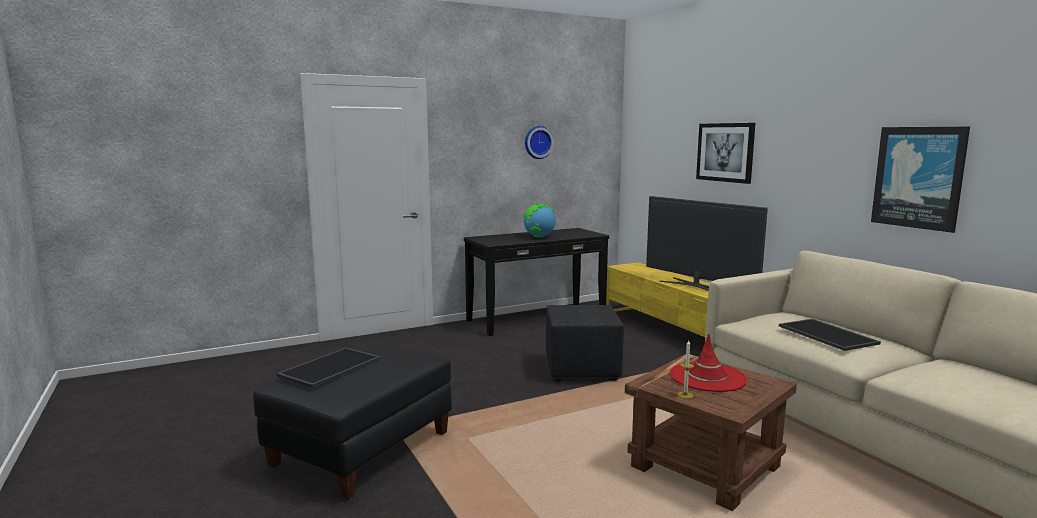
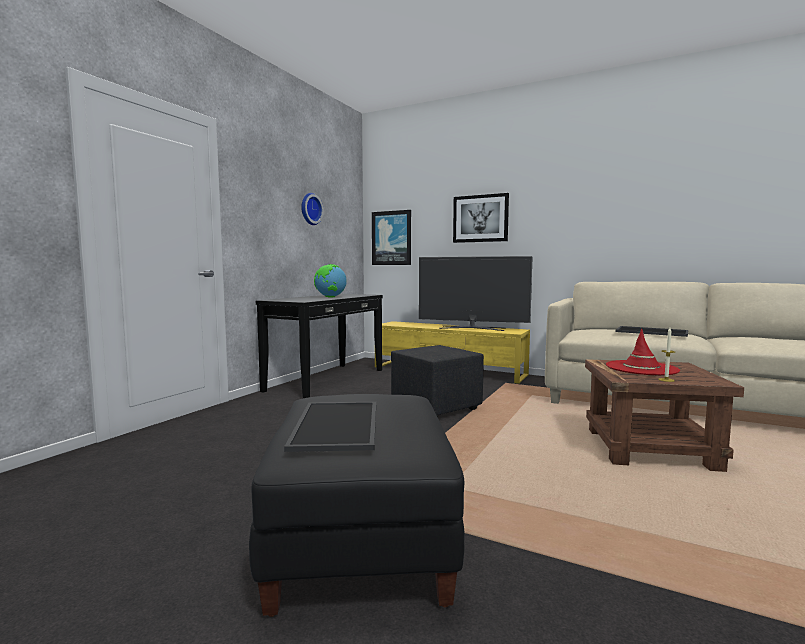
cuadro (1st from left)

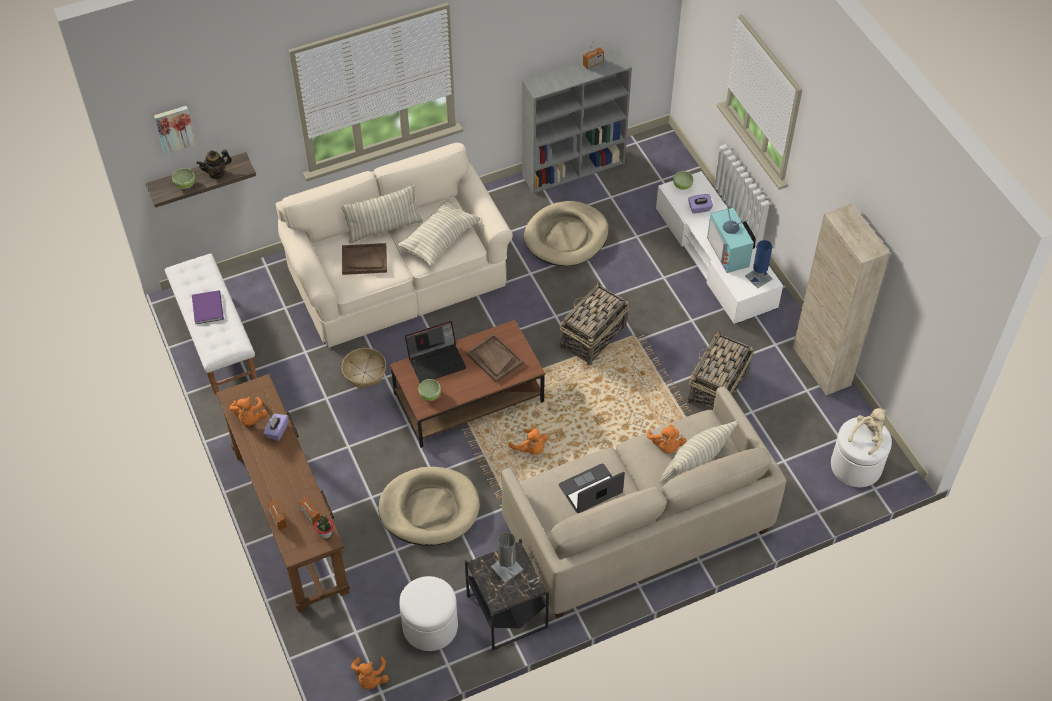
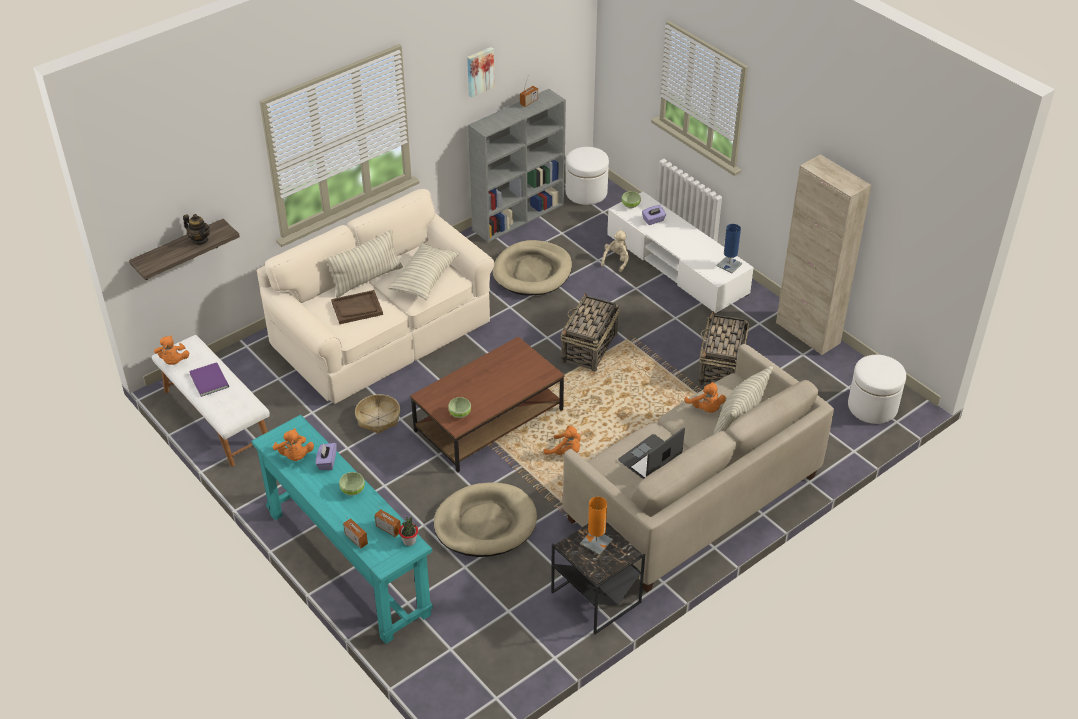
portátil (1st from left in the first image)
bandeja [marrón] (2nd from left in the first image)
televisor
cuadro
cuenco [verde] (1st from left)
peluche [naranja] (1st from left)
puf [blanco] (1st from left)
peluche [beis]
mesa consola [turquesa]
lámpara de mesa [naranja]
tetera

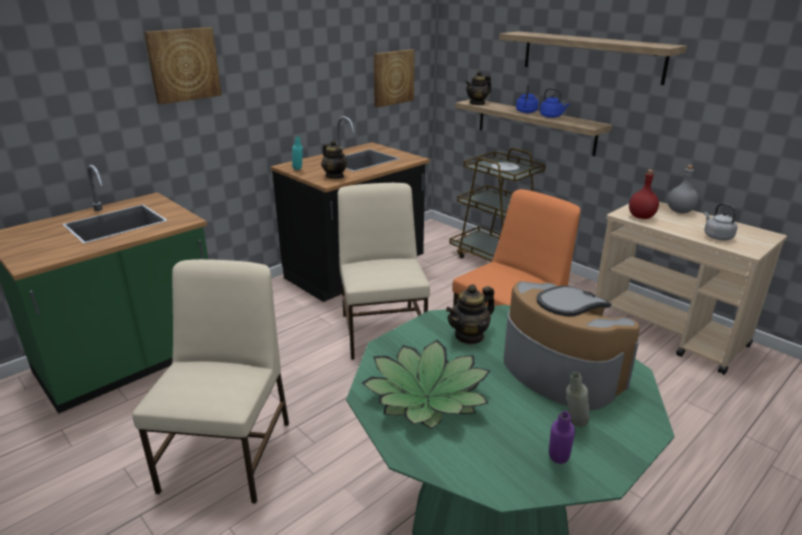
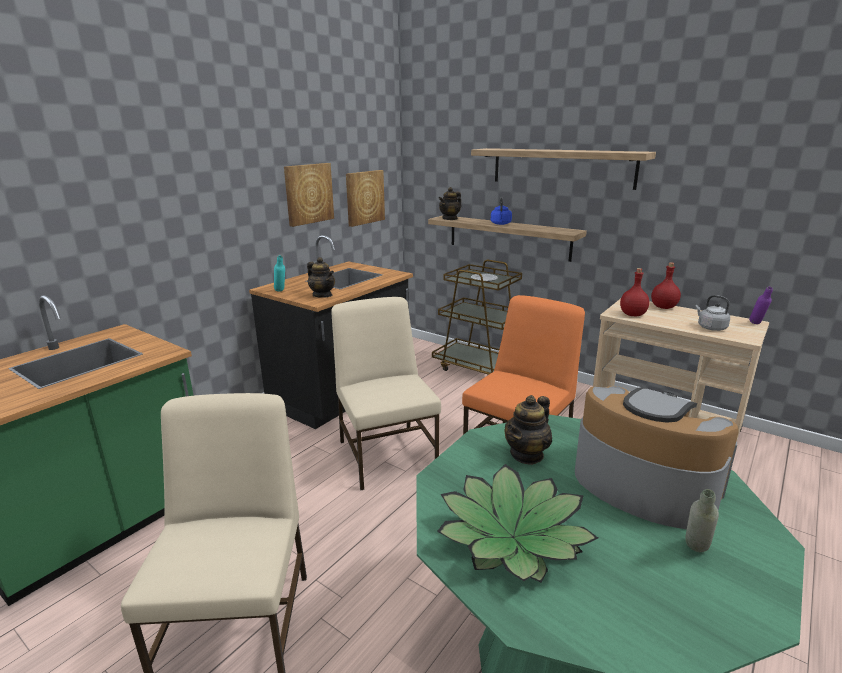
hervidor [azul] (2nd from left in the first image)
cuadro (1st from left)
botella [morado]
botella [rojo] (2nd from left)

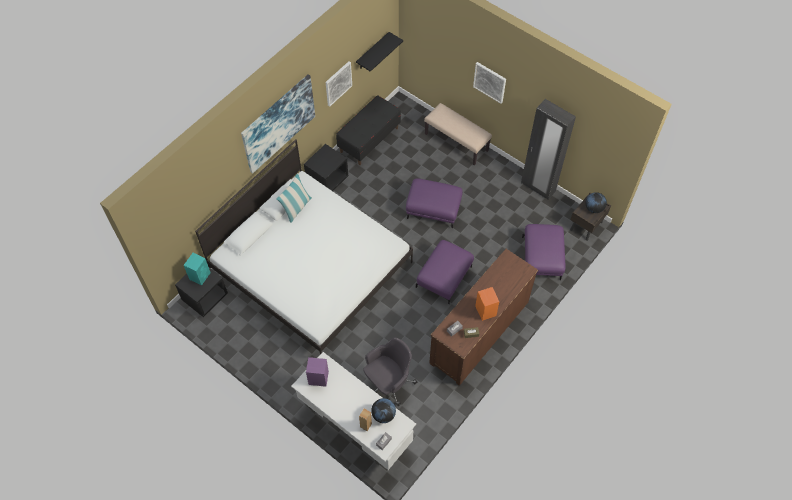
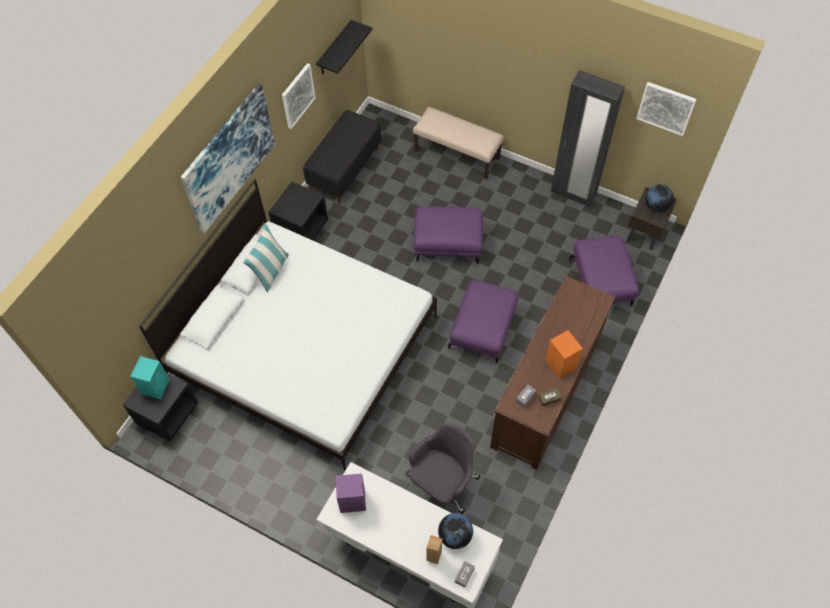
cuadro (3rd from left)

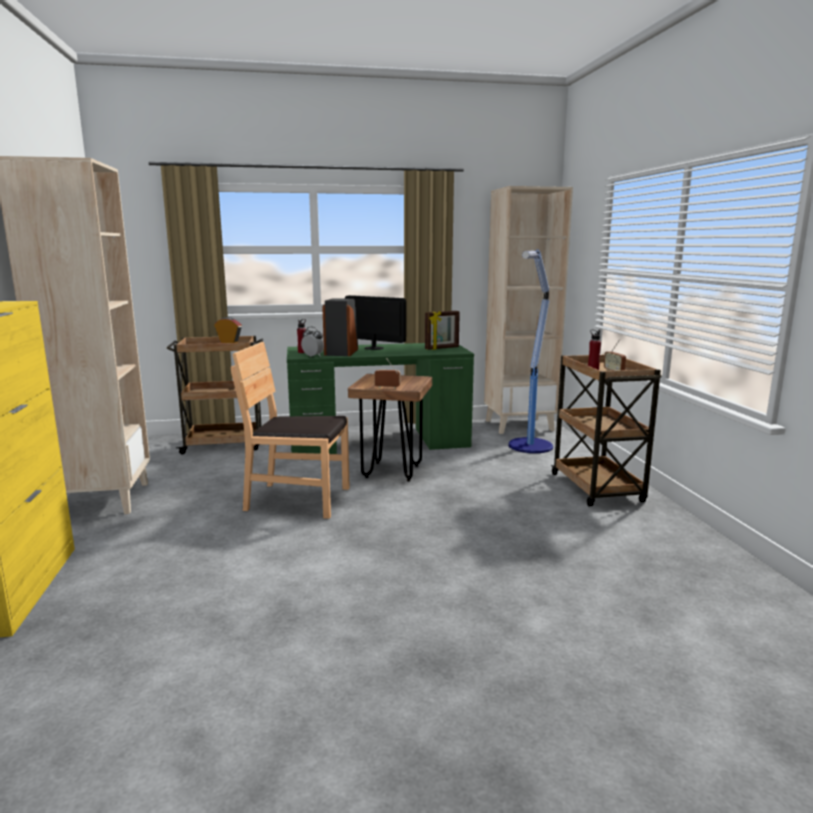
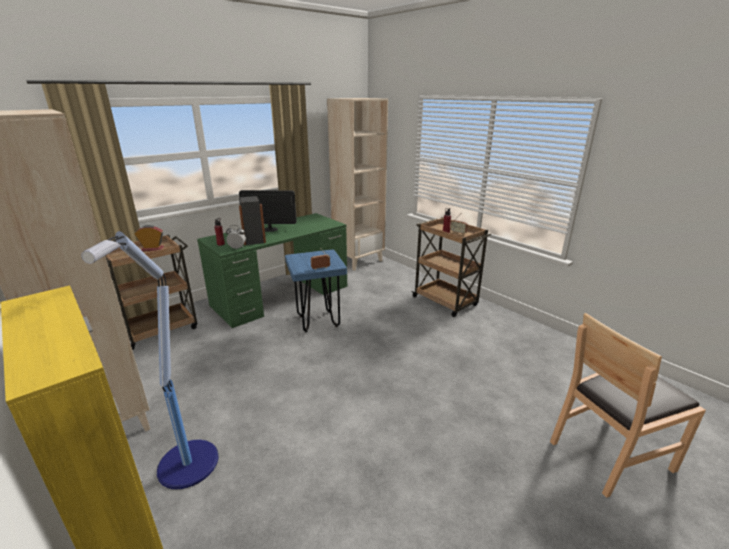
portarretratos
silla [marrón]
lámpara de pie
taburete [azul]

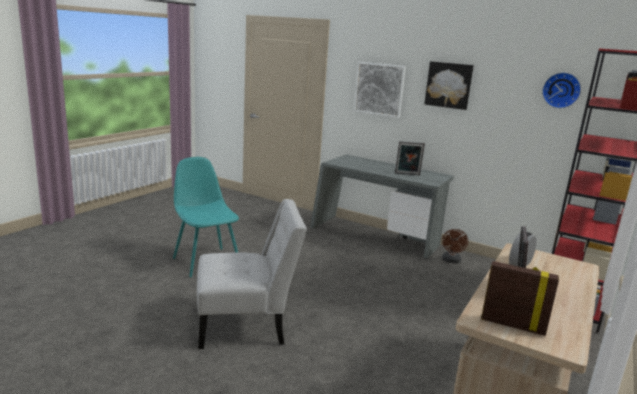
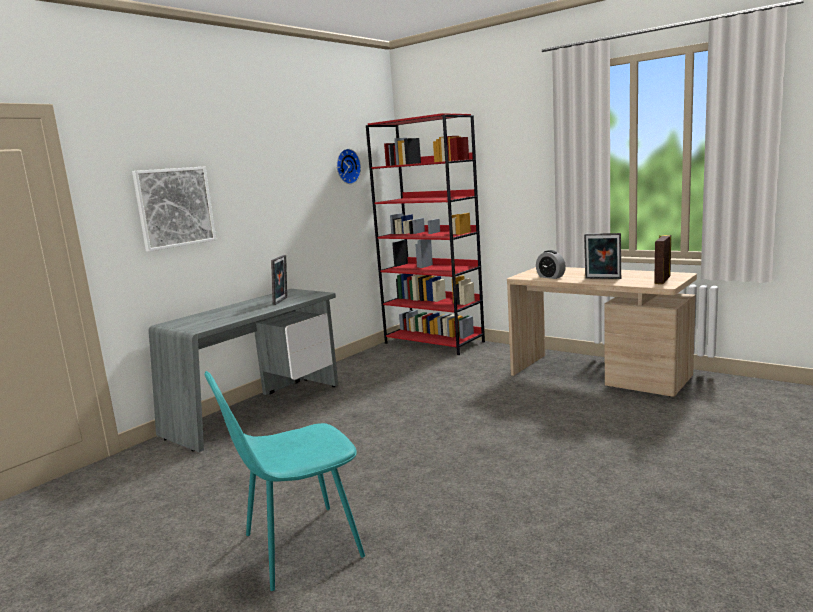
silla [blanco]
cuadro (2nd from left in the first image)
ventilador [marrón]

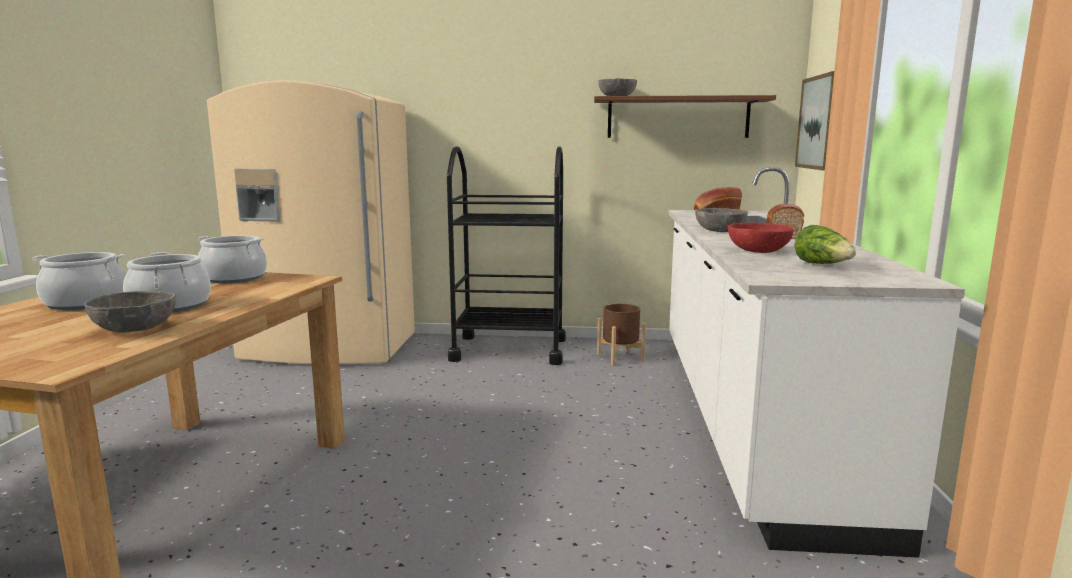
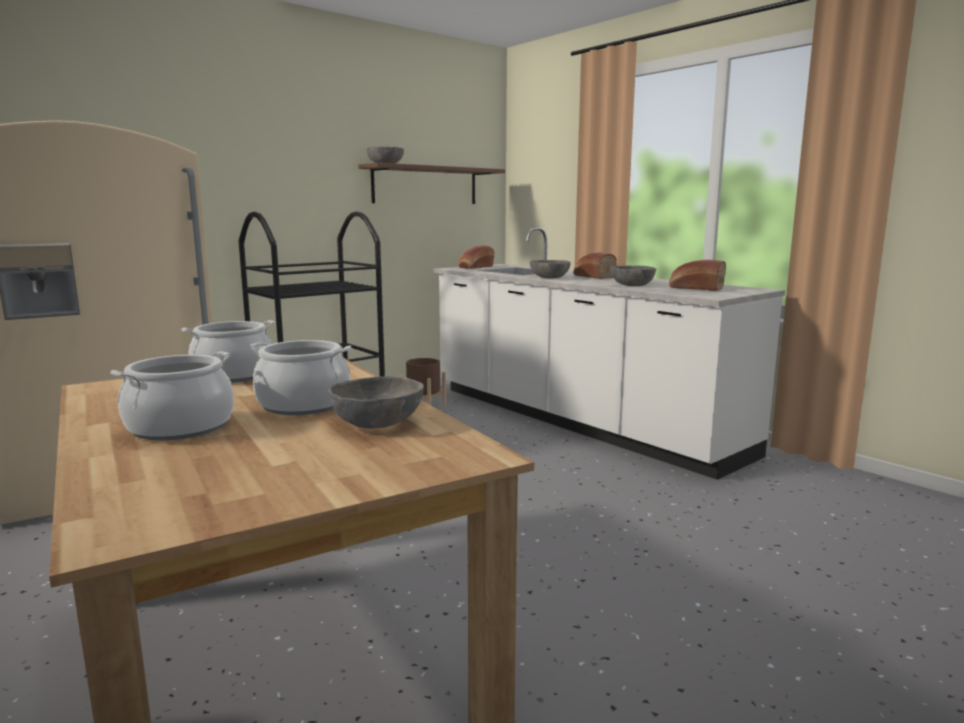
cuadro
pan (3rd from left)
cuenco [gris] (4th from left)

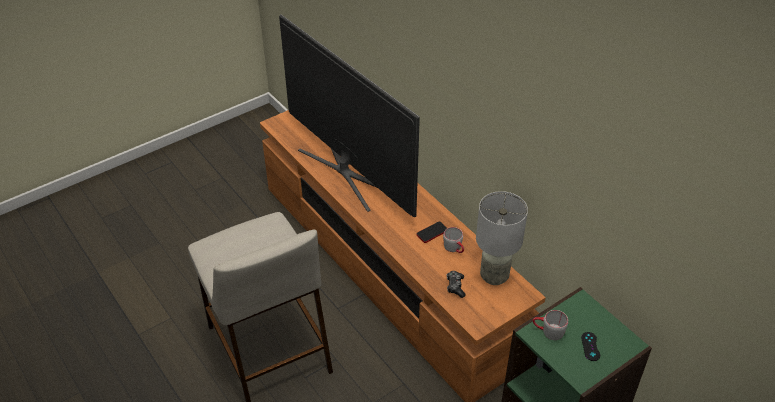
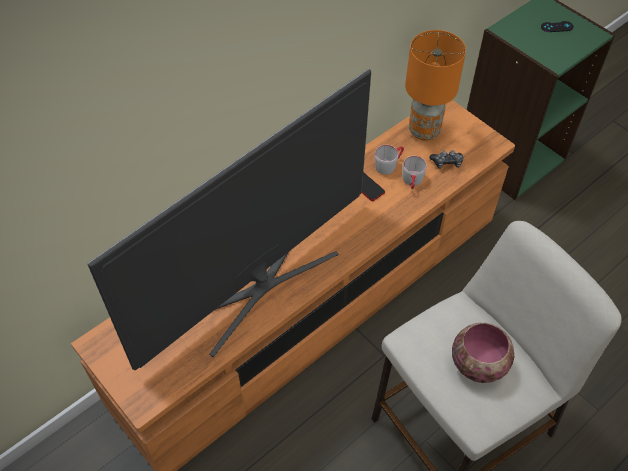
cuenco
taza grande [gris] (2nd from left)
lámpara de mesa [naranja]

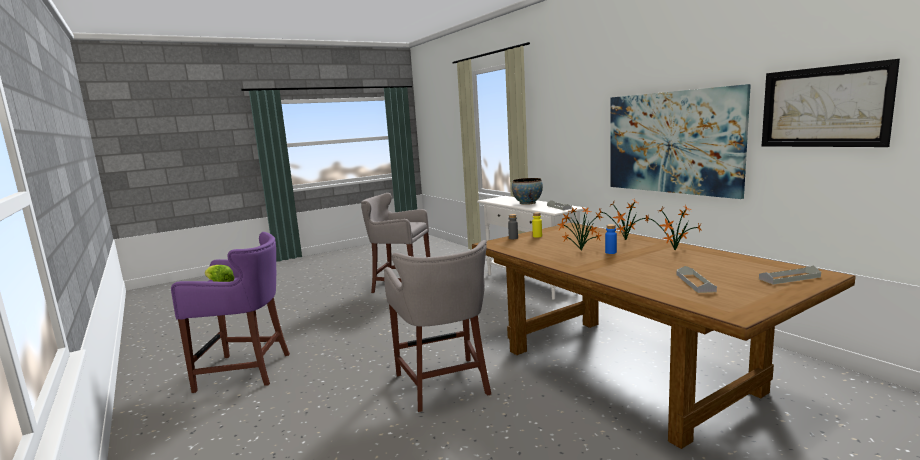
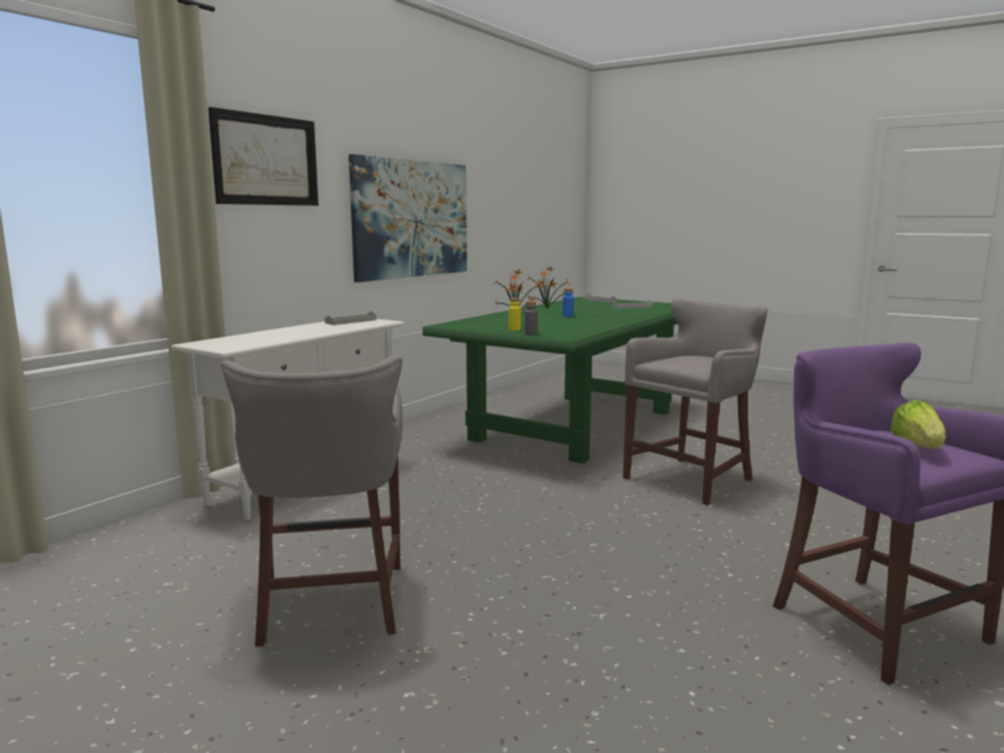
cuenco
planta en maceta (1st from left in the first image)
cuadro (1st from left)
mesa de comedor [verde]

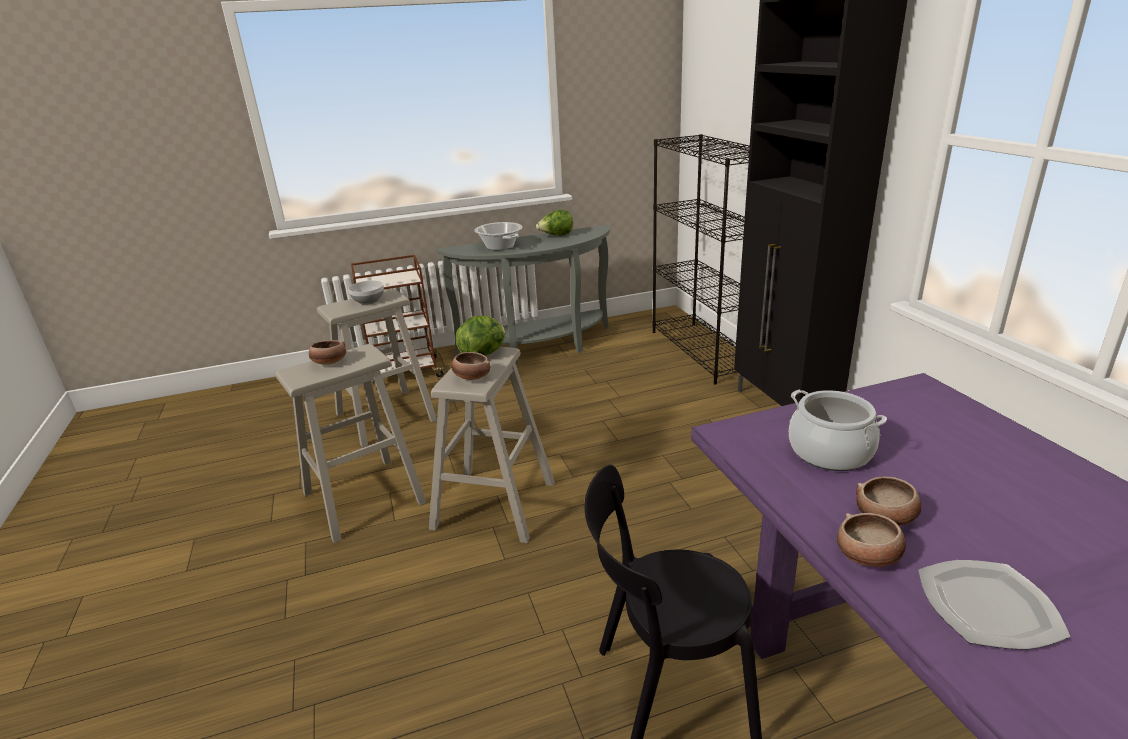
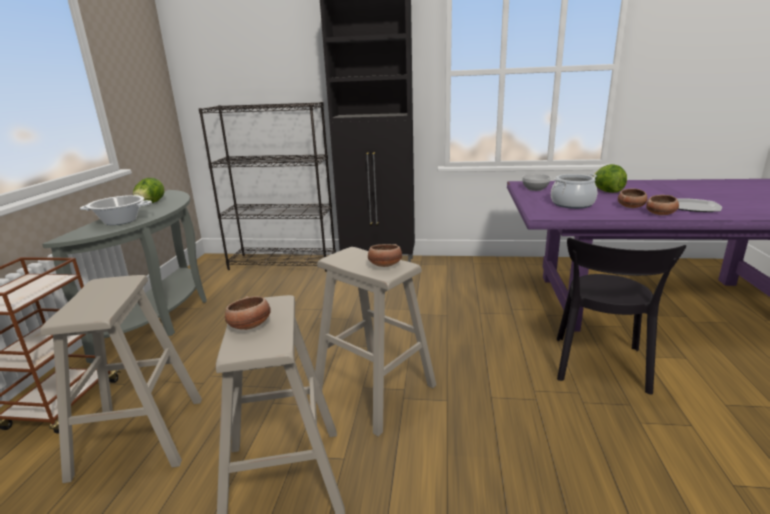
cuenco (3rd from left)
lechuga (2nd from left)

